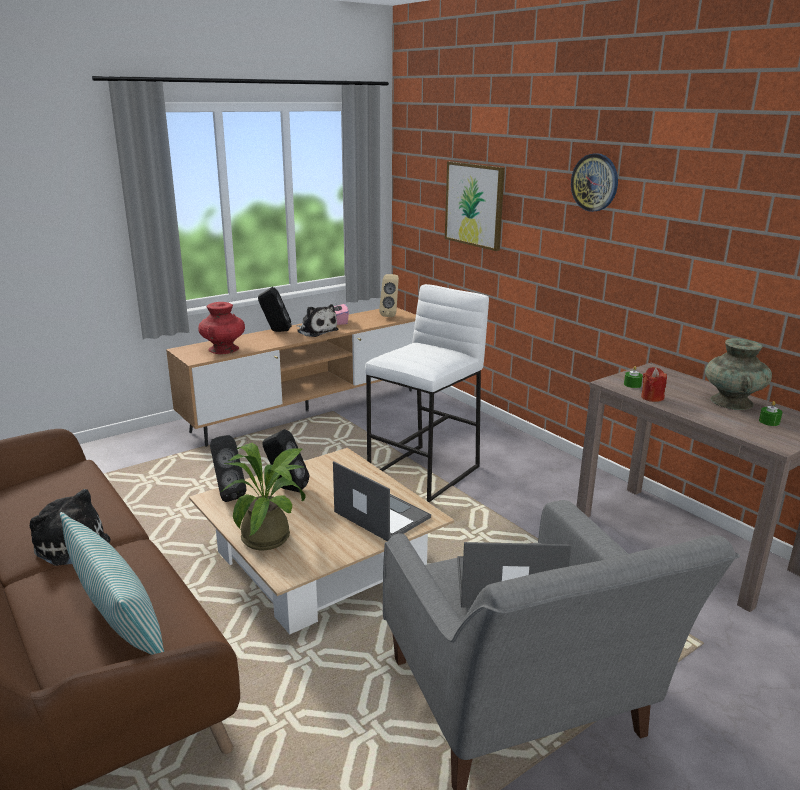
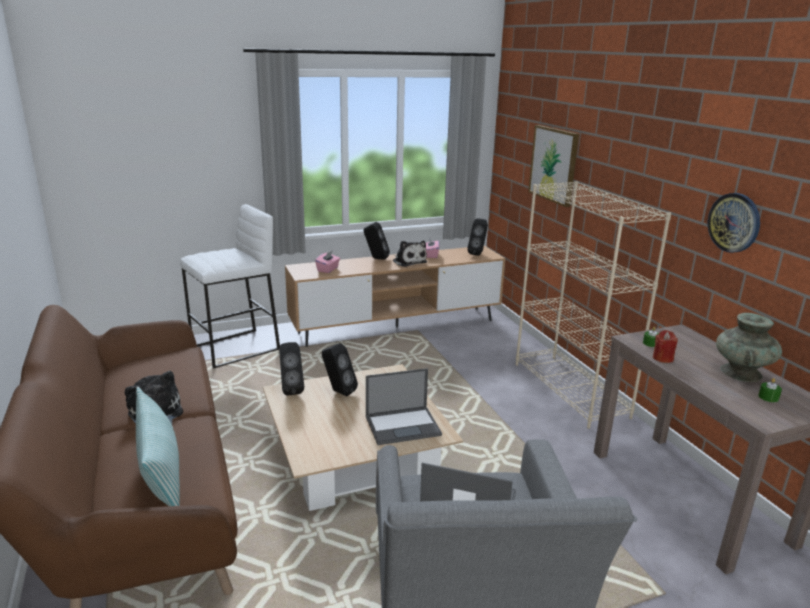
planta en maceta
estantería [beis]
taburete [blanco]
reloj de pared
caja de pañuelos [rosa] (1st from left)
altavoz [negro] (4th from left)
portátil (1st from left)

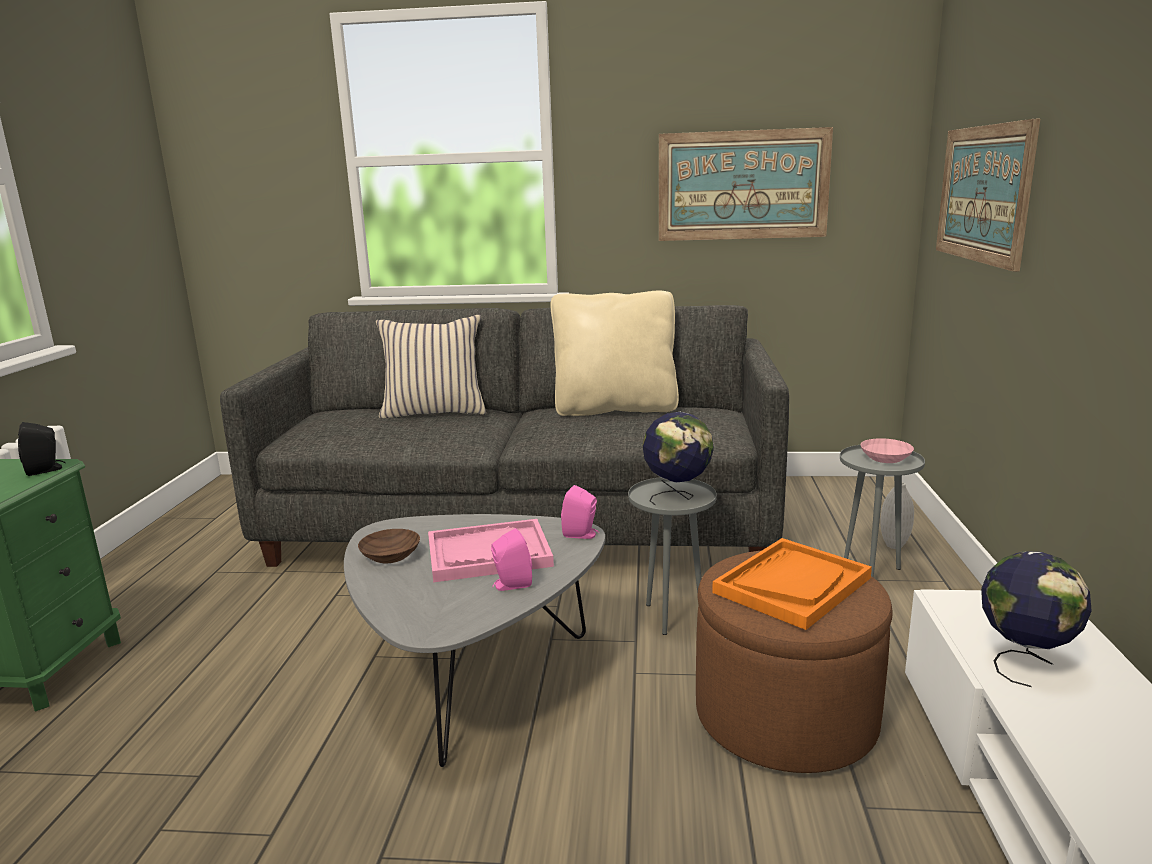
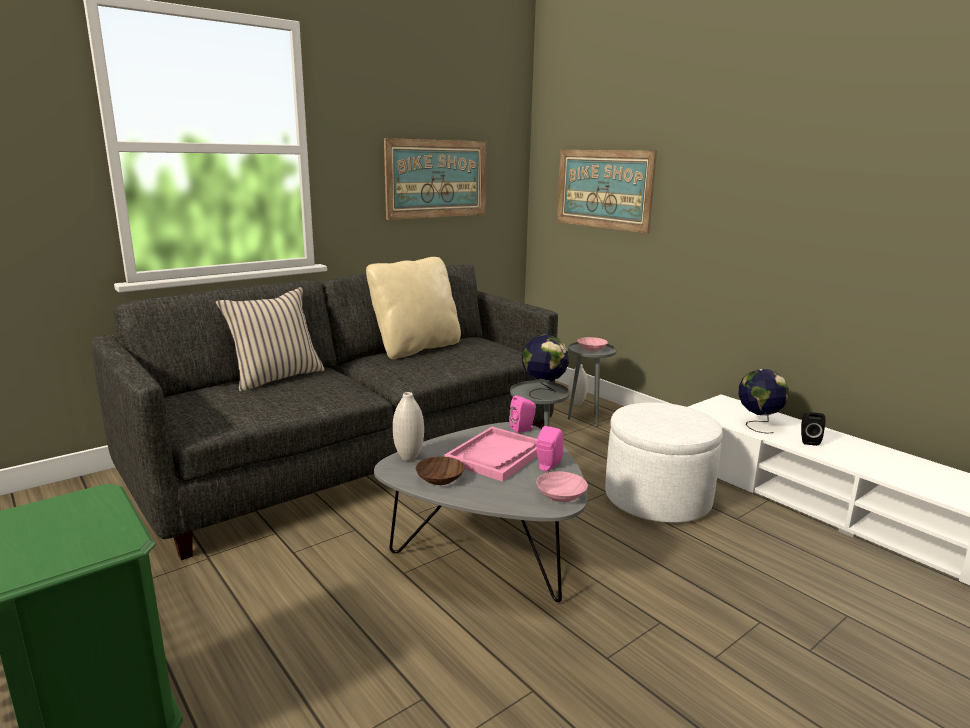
bandeja [naranja]
florero [blanco] (1st from left)
cuenco [rosa] (1st from left)
altavoz [negro]
puf [blanco]

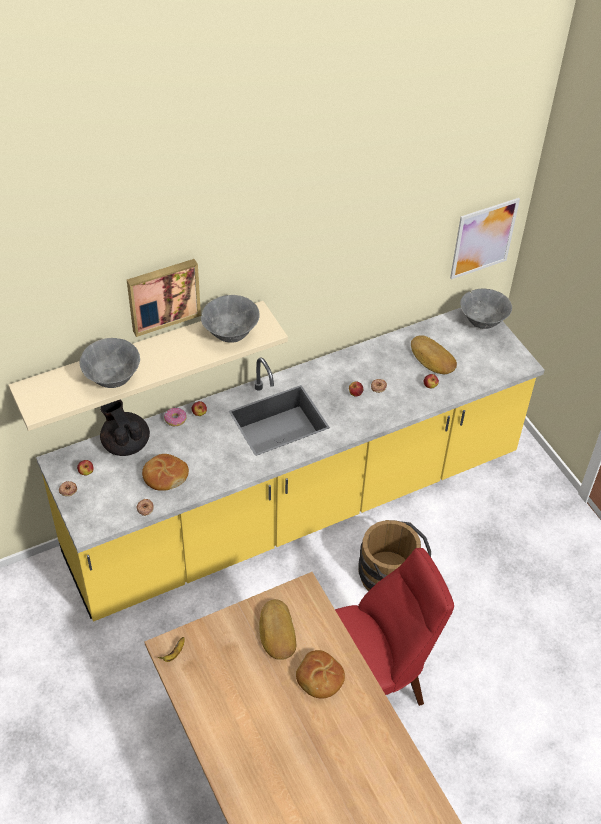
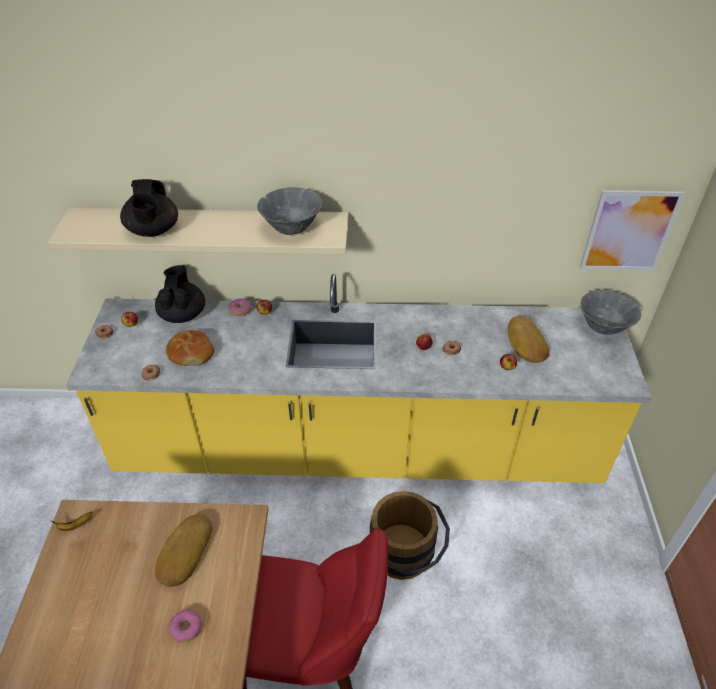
cuadro (1st from left in the first image)
tetera [negro] (1st from left)
rosquilla (3rd from left)

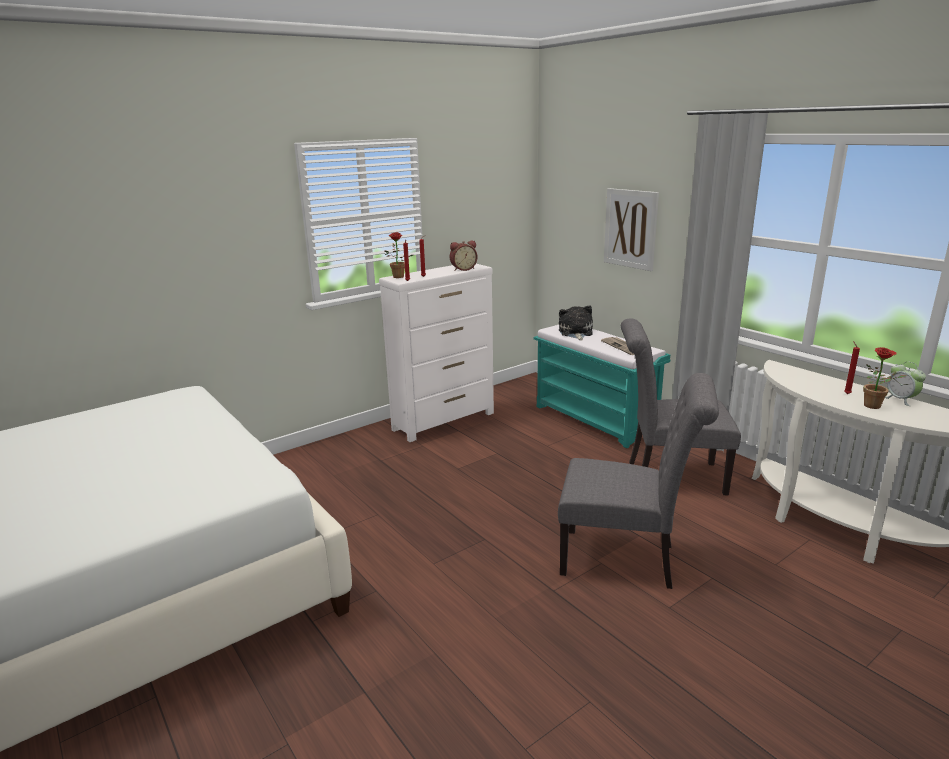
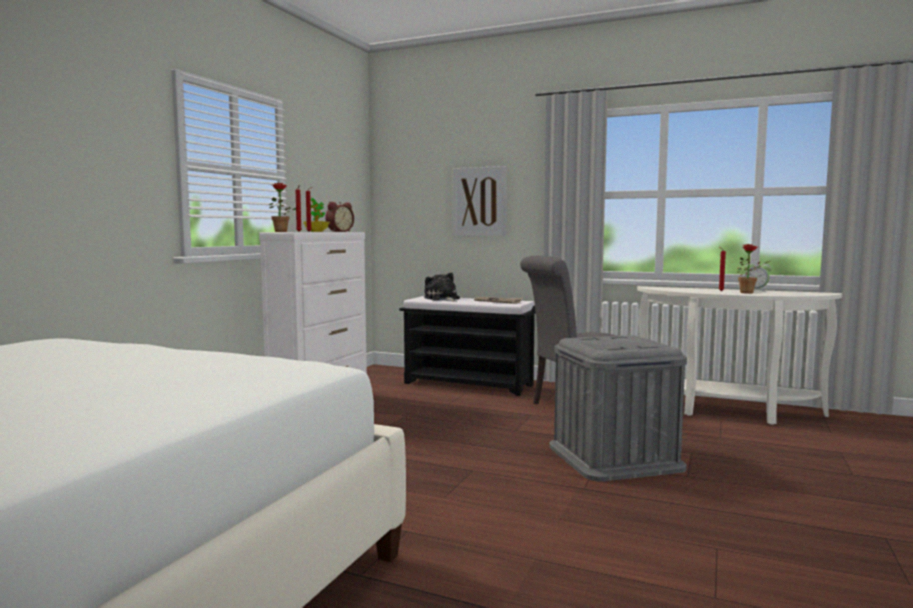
planta en maceta (2nd from left)
caja de almacenaje [gris]
banco [negro]

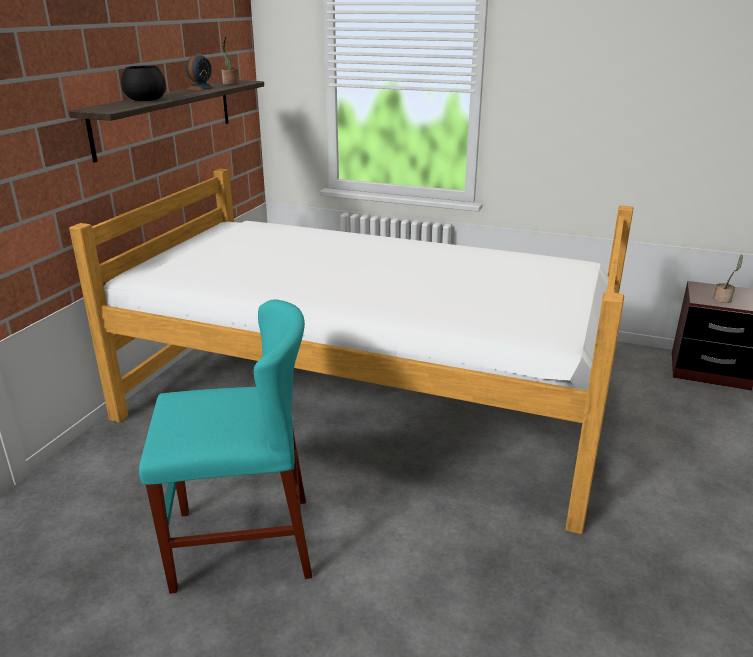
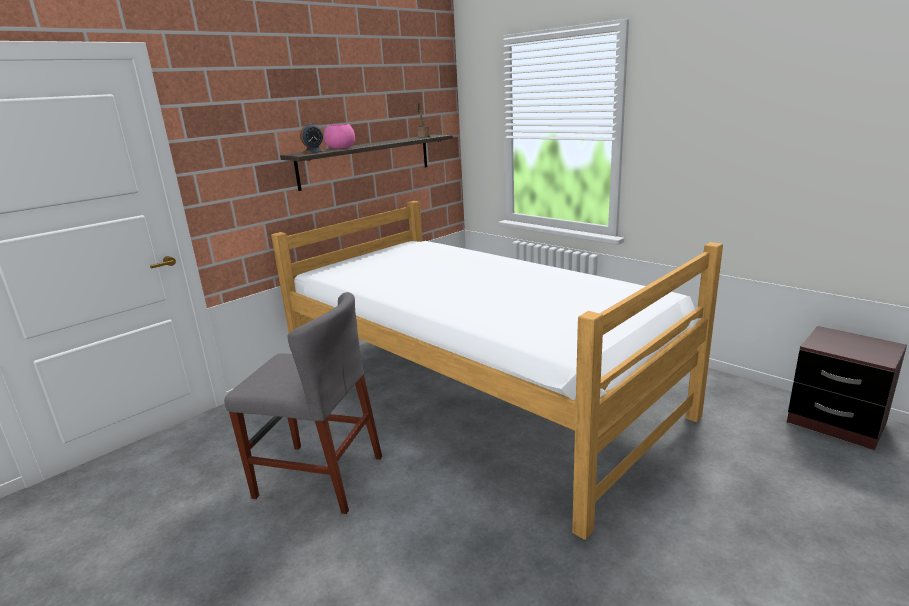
planta en maceta (2nd from left in the first image)
despertador
cuenco [rosa]
silla [gris]

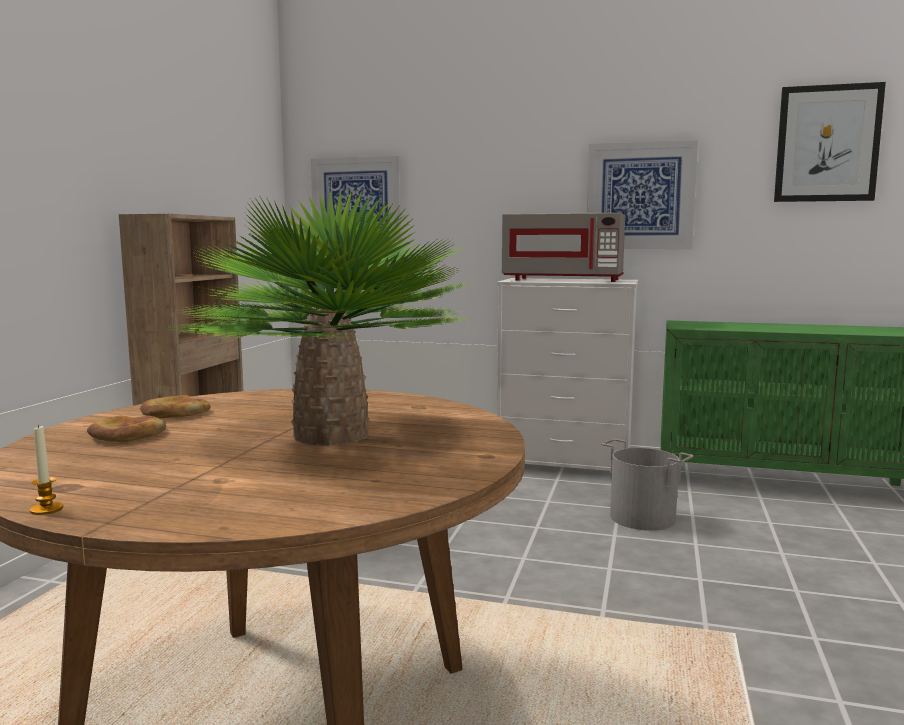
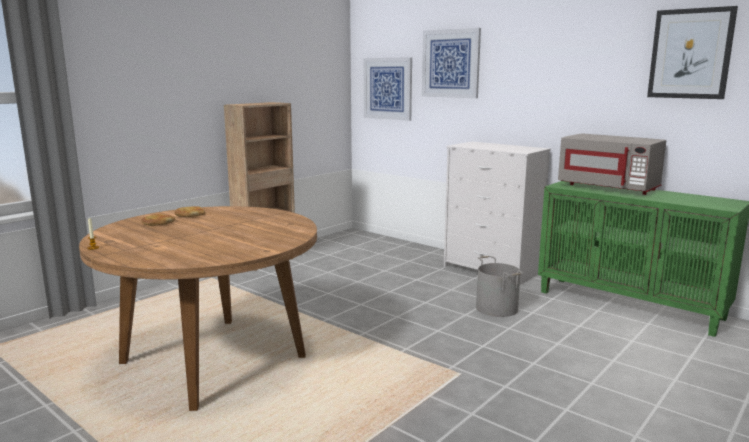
planta en maceta
microondas [gris]
cuadro (2nd from left)

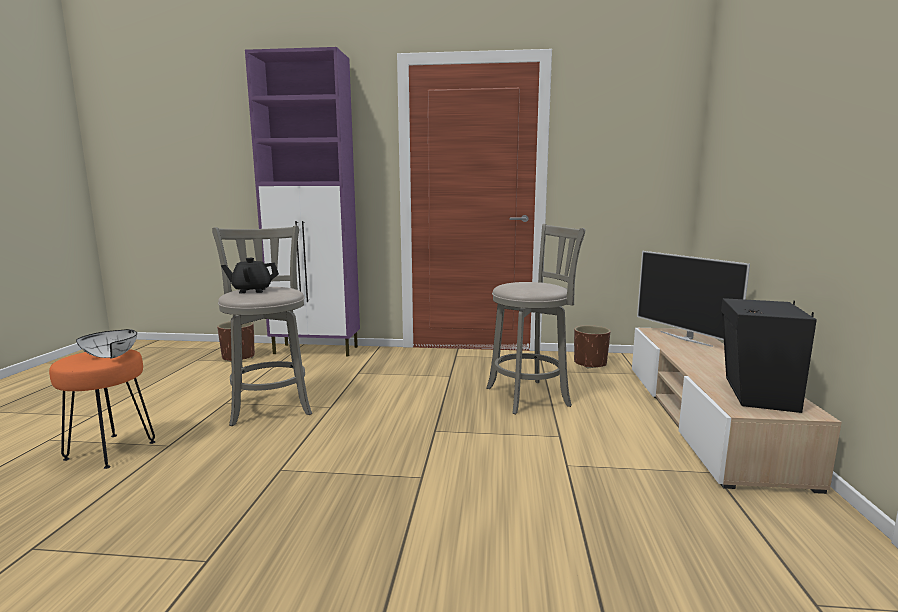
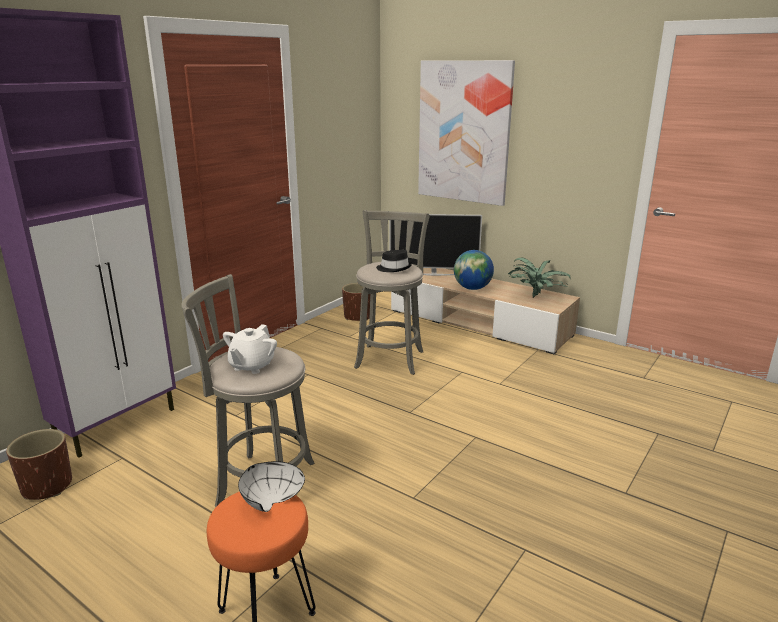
sombrero [negro]
cuadro
globo terráqueo
planta en maceta
tetera [blanco]

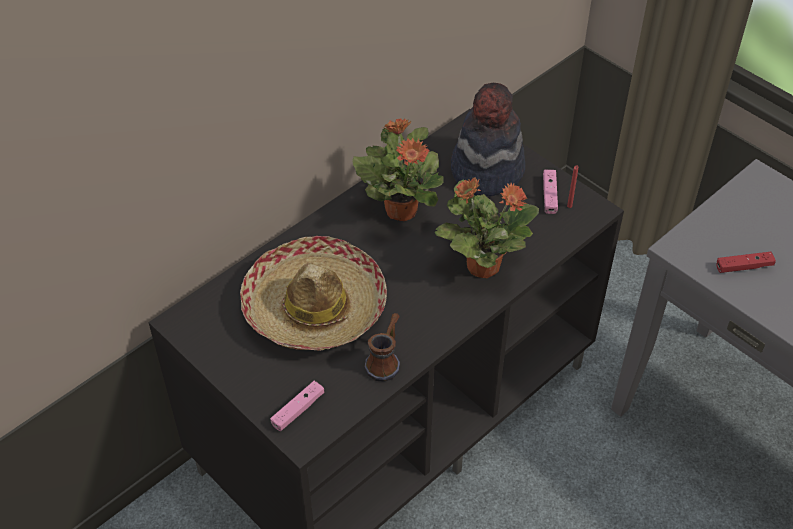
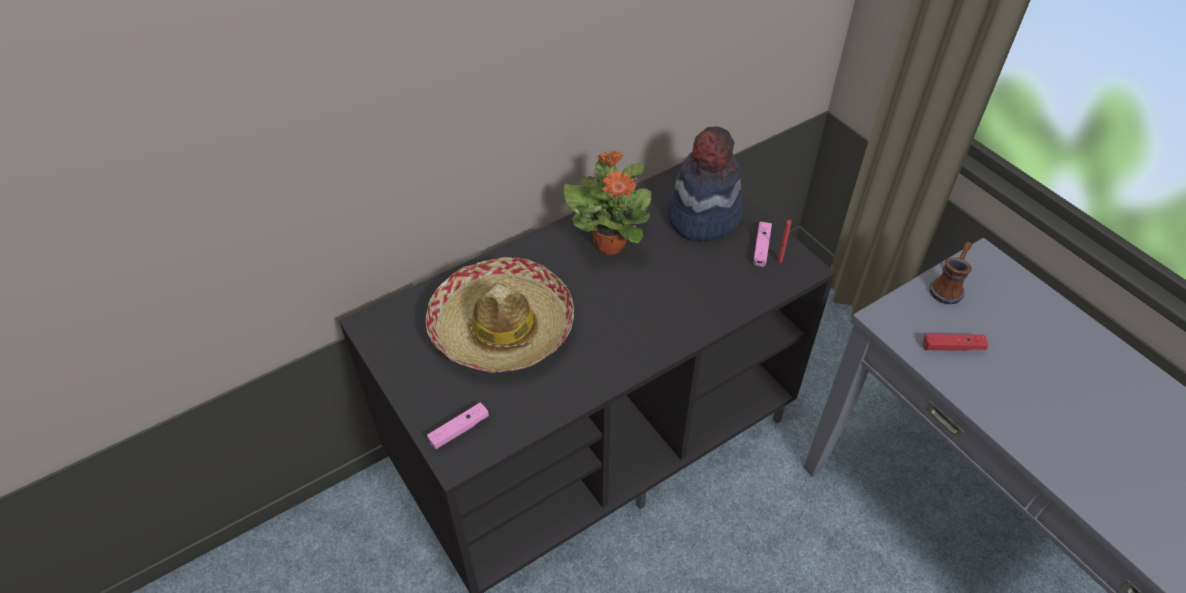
planta en maceta (2nd from left in the first image)
taza grande

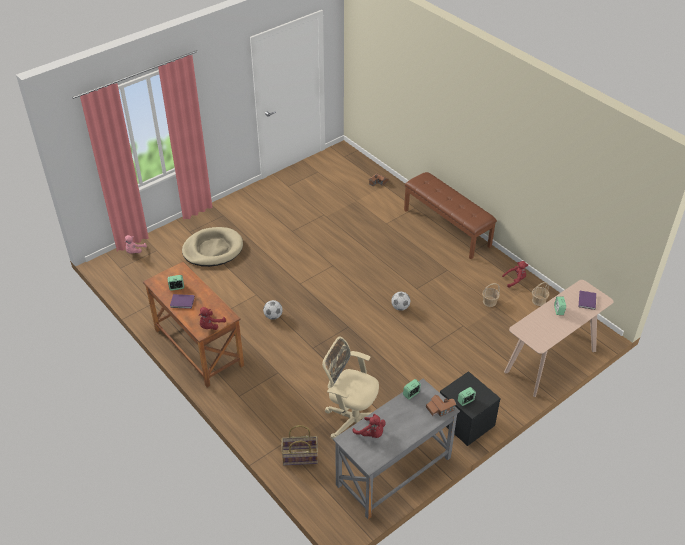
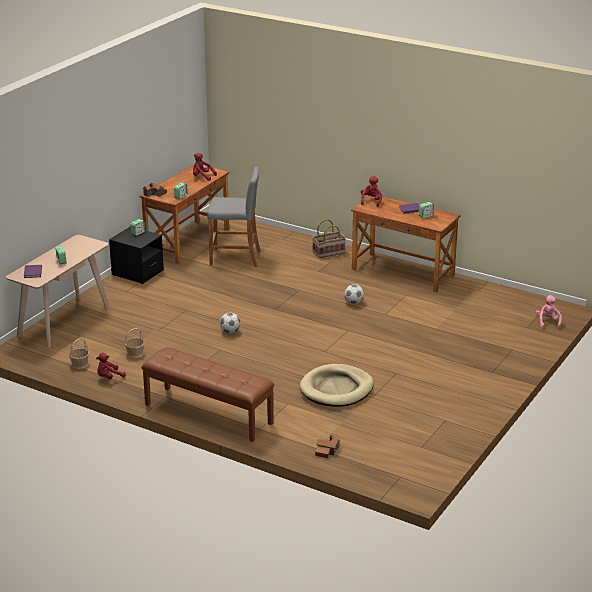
cama para perro [beis]
cesta (3rd from left)
taburete [gris]
escritorio [marrón] (1st from left)

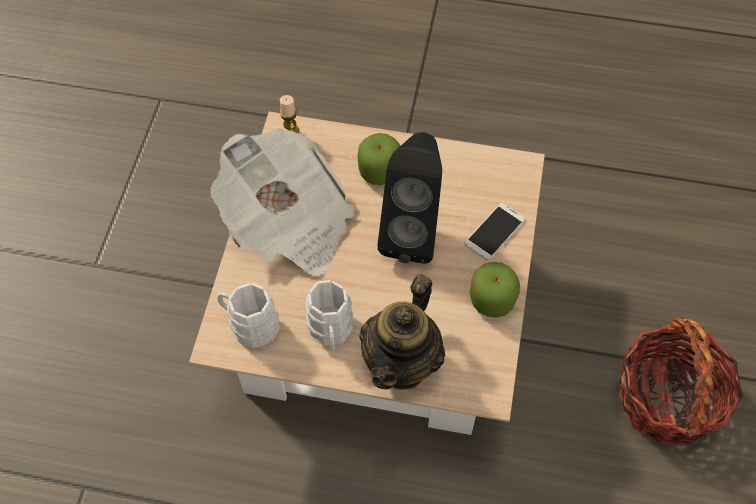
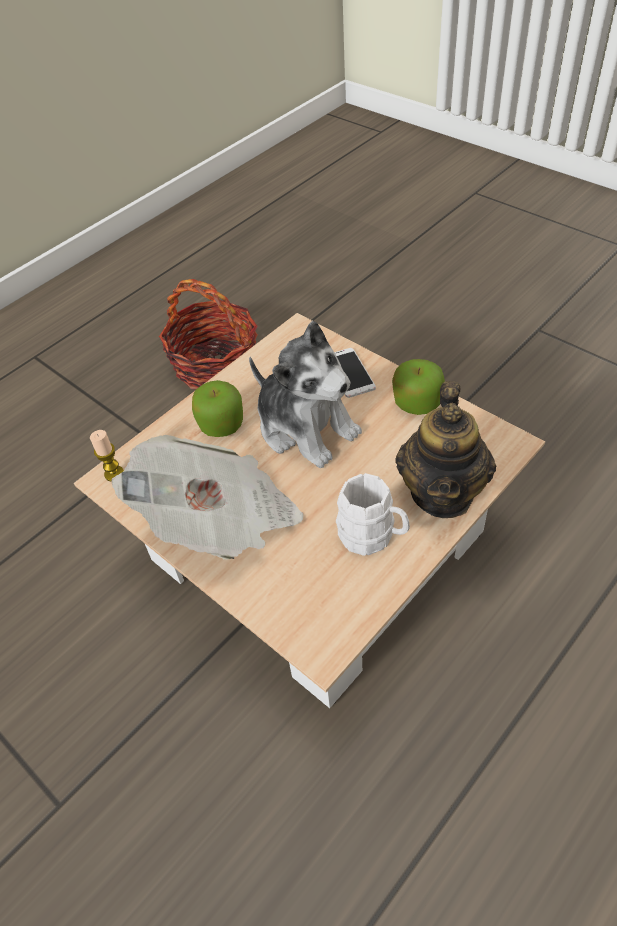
taza grande [blanco] (1st from left in the first image)
cesta
peluche
tetera

